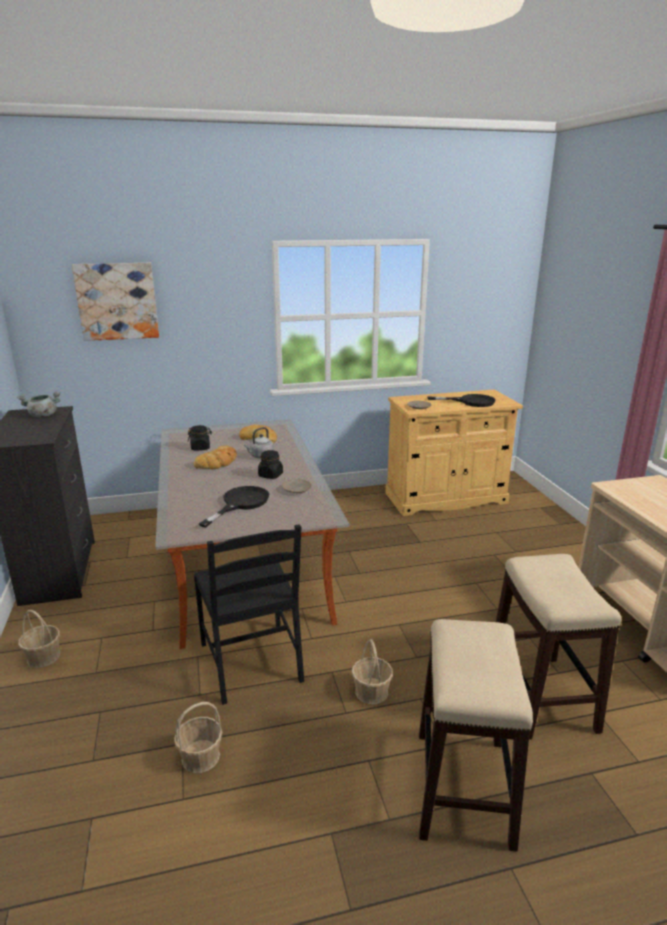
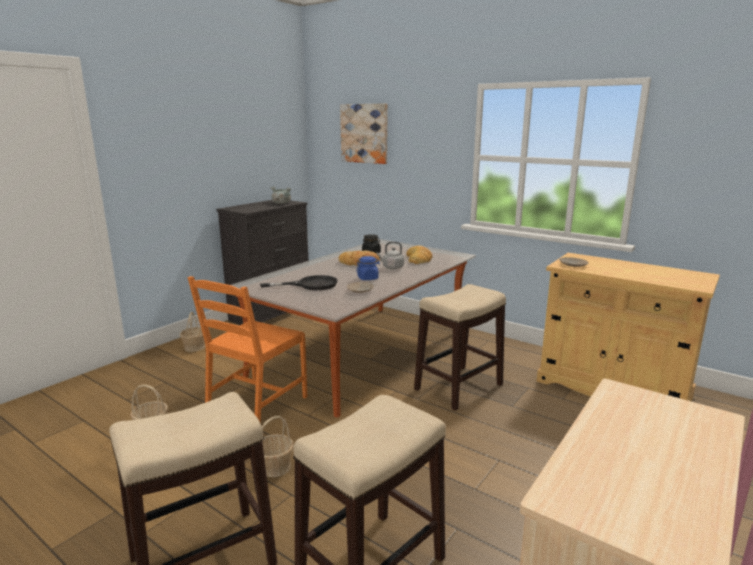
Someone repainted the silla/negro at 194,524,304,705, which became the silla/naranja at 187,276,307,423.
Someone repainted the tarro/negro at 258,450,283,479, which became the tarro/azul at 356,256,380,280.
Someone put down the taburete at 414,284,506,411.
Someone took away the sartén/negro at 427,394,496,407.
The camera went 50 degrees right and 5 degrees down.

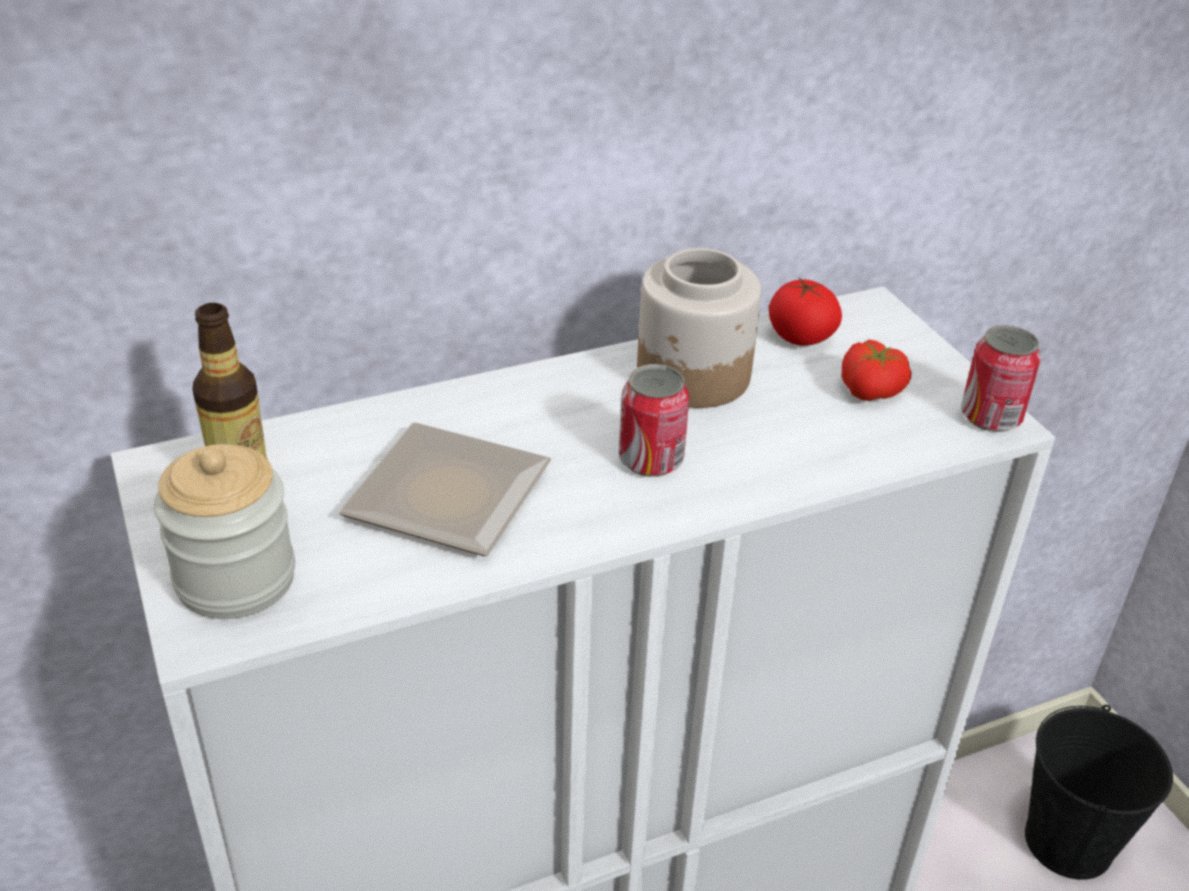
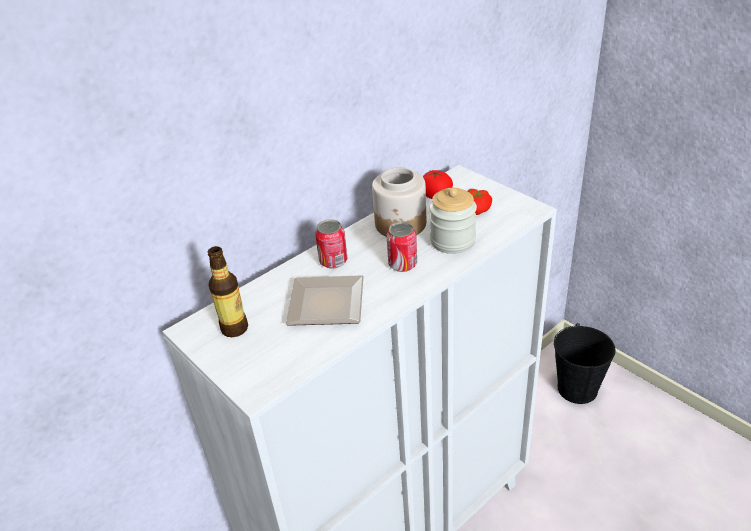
Someone carried the lata from 961,325,1041,432 to 315,219,347,269.
Someone carried the tarro from 154,444,295,619 to 429,188,477,254.
The camera went 15 degrees left and 0 degrees up.

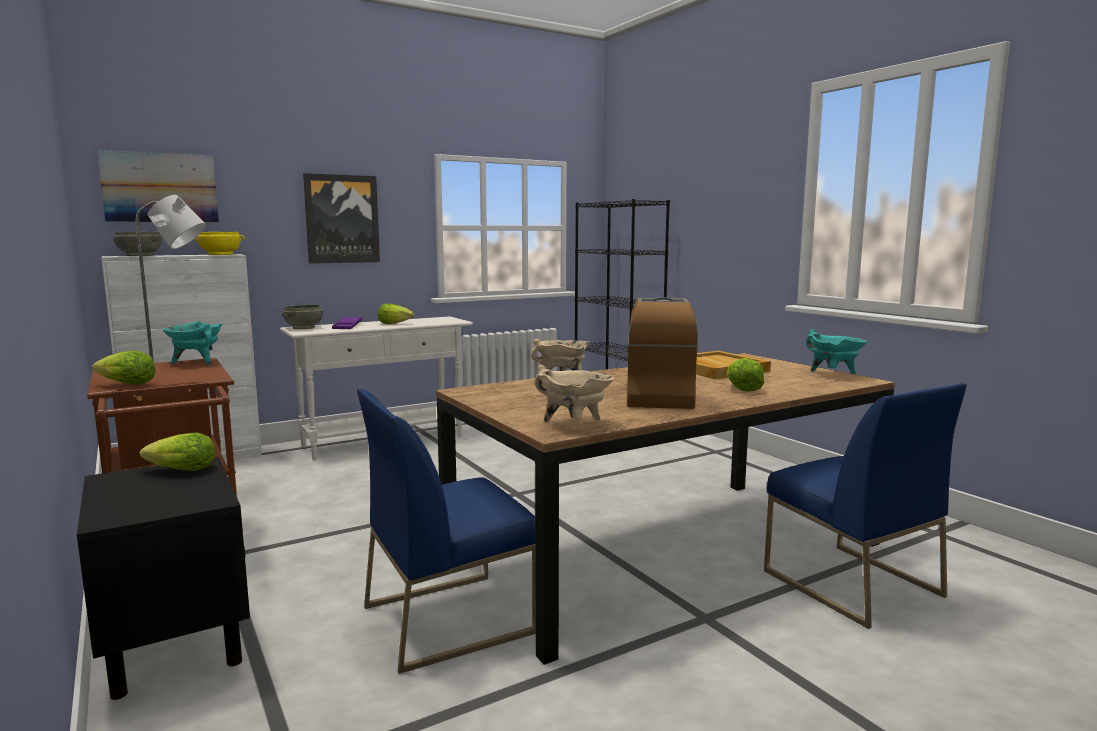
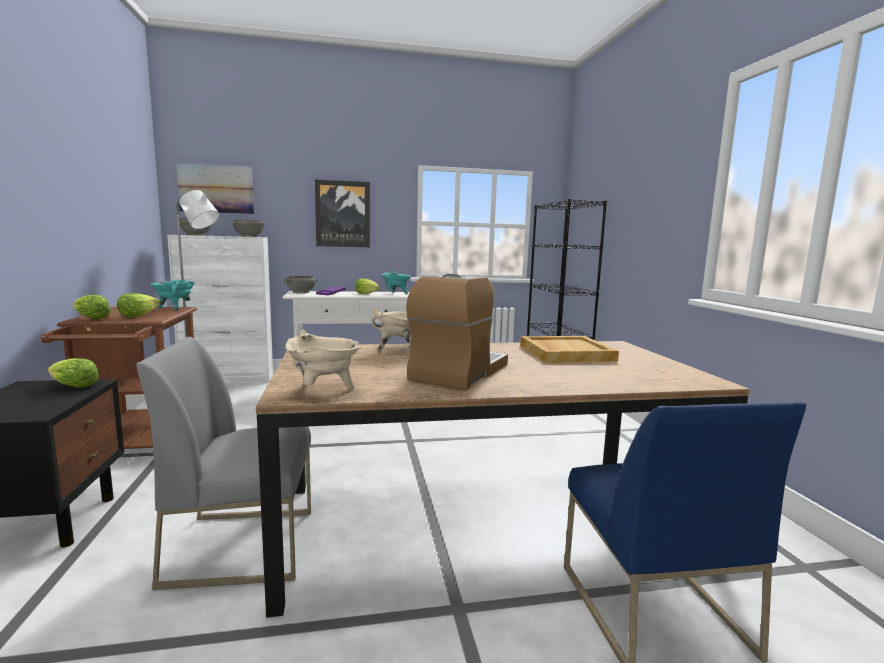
Someone carried the lechuga from 727,358,764,392 to 117,293,160,317.
Someone repainted the silla/azul at 357,389,536,674, which became the silla/gris at 136,337,311,590.
Someone repainted the cuenco/amarillo at 194,232,245,255, which became the cuenco/gris at 233,220,264,237.
Someone carried the olla/turquesa from 806,329,868,374 to 382,271,411,295.
The camera went 20 degrees right and 0 degrees up.

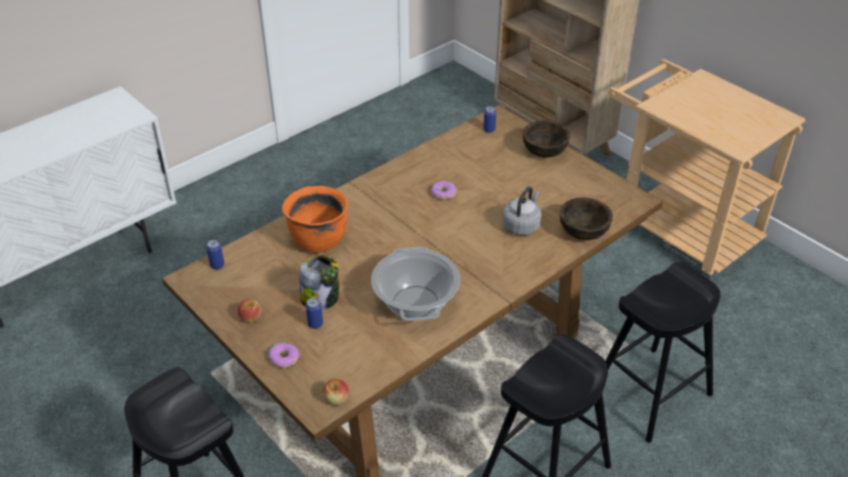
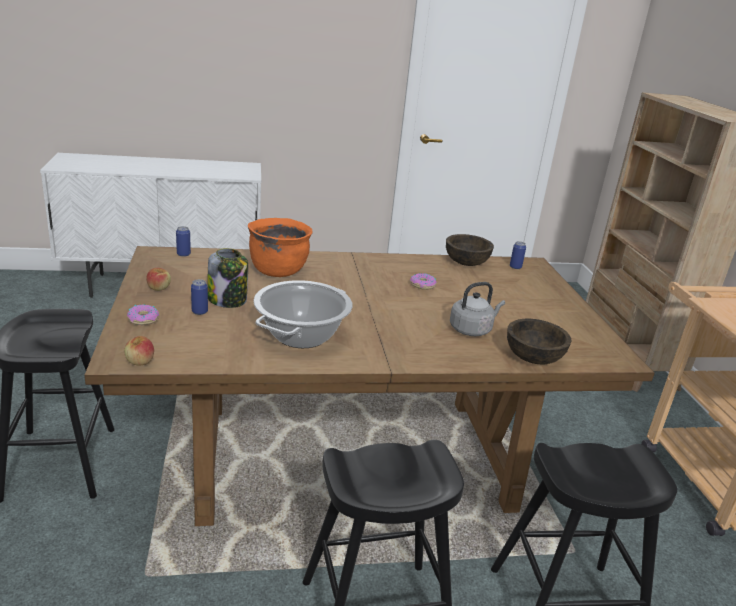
Someone carried the cuenco/marrón from 523,121,570,158 to 446,234,494,266.
The camera went 30 degrees right and 15 degrees down.

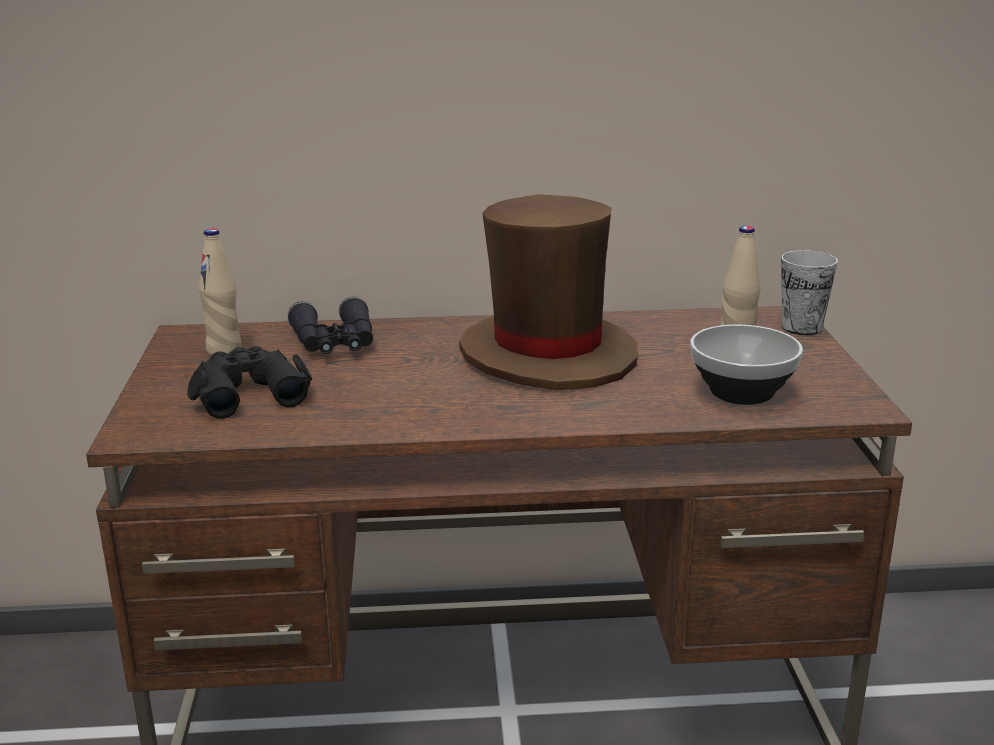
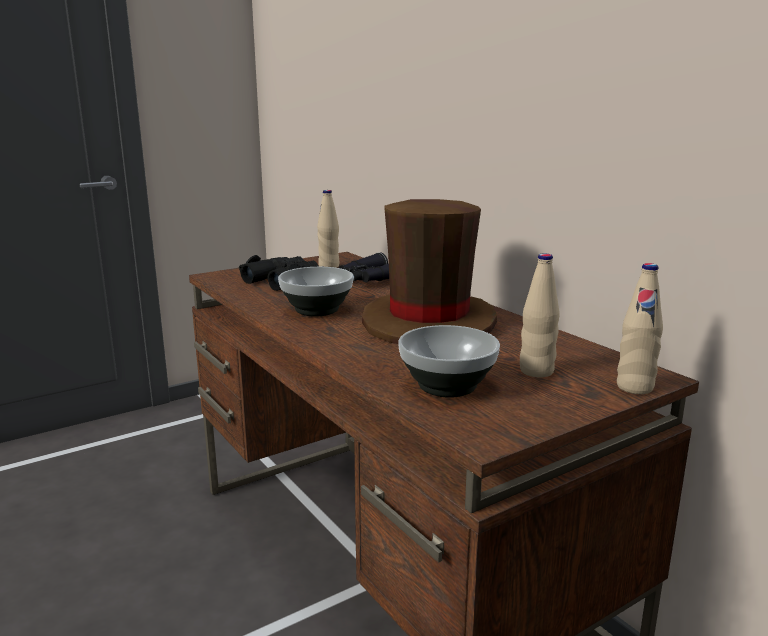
Someone put down the cuenco at 278,267,354,317.
Someone swapped the taza at 781,250,838,335 for the botella/beis at 617,263,663,394.
The camera went 60 degrees right and 5 degrees down.

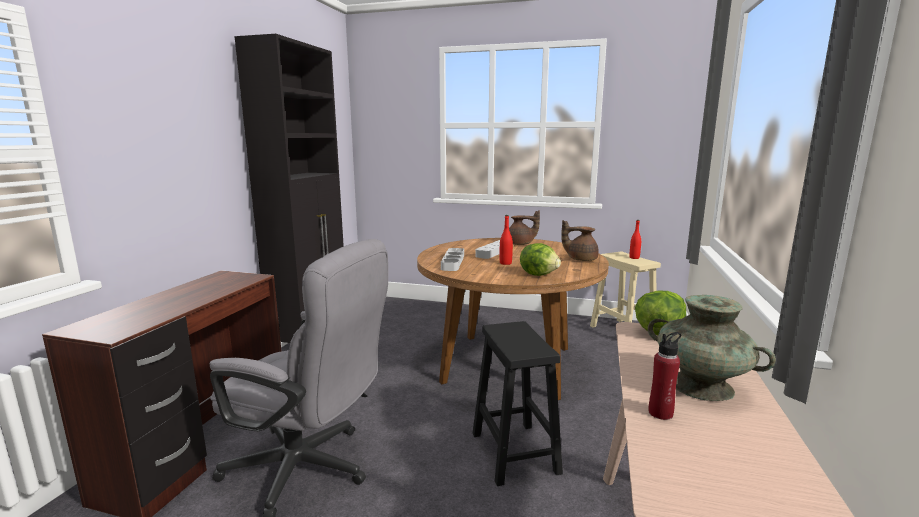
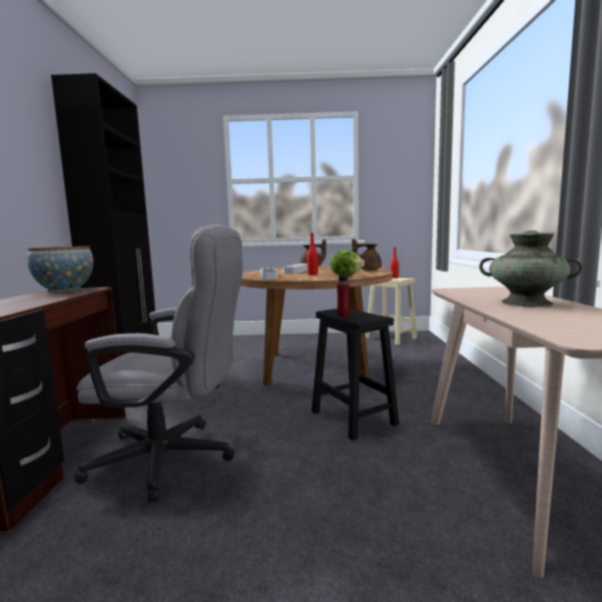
Someone put down the cuenco at 27,246,93,293.
Someone carried the botella/rojo from 649,332,681,420 to 337,270,350,317.
Someone took away the lechuga at 635,290,686,335.
The camera went 15 degrees left and 5 degrees down.

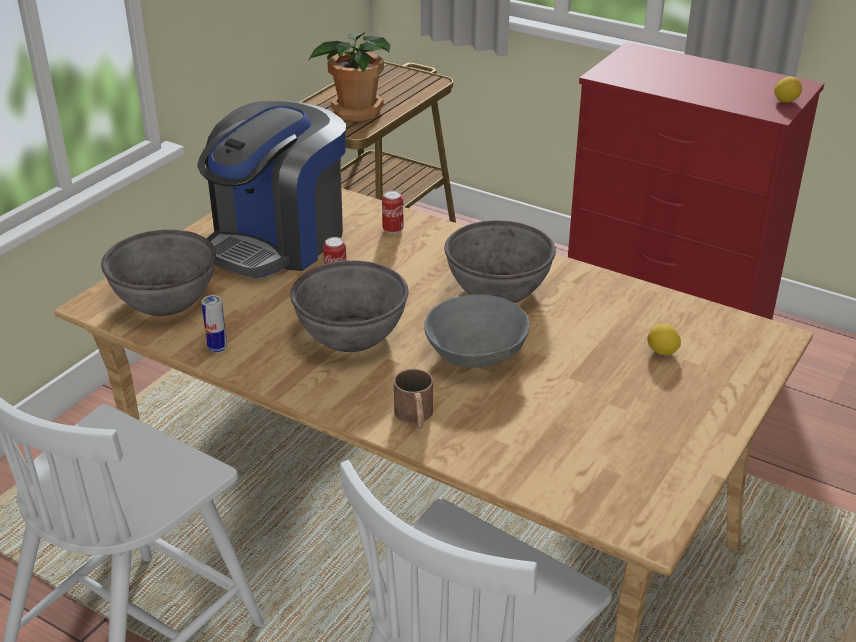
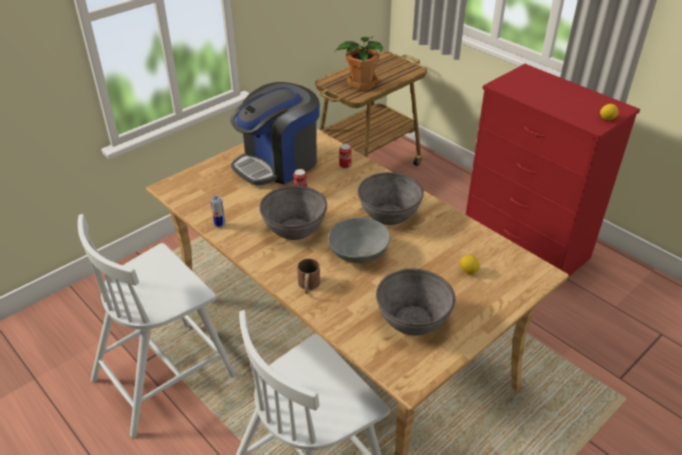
Someone carried the cuenco/gris from 101,229,216,316 to 376,269,455,336.
The camera went 15 degrees right and 5 degrees up.

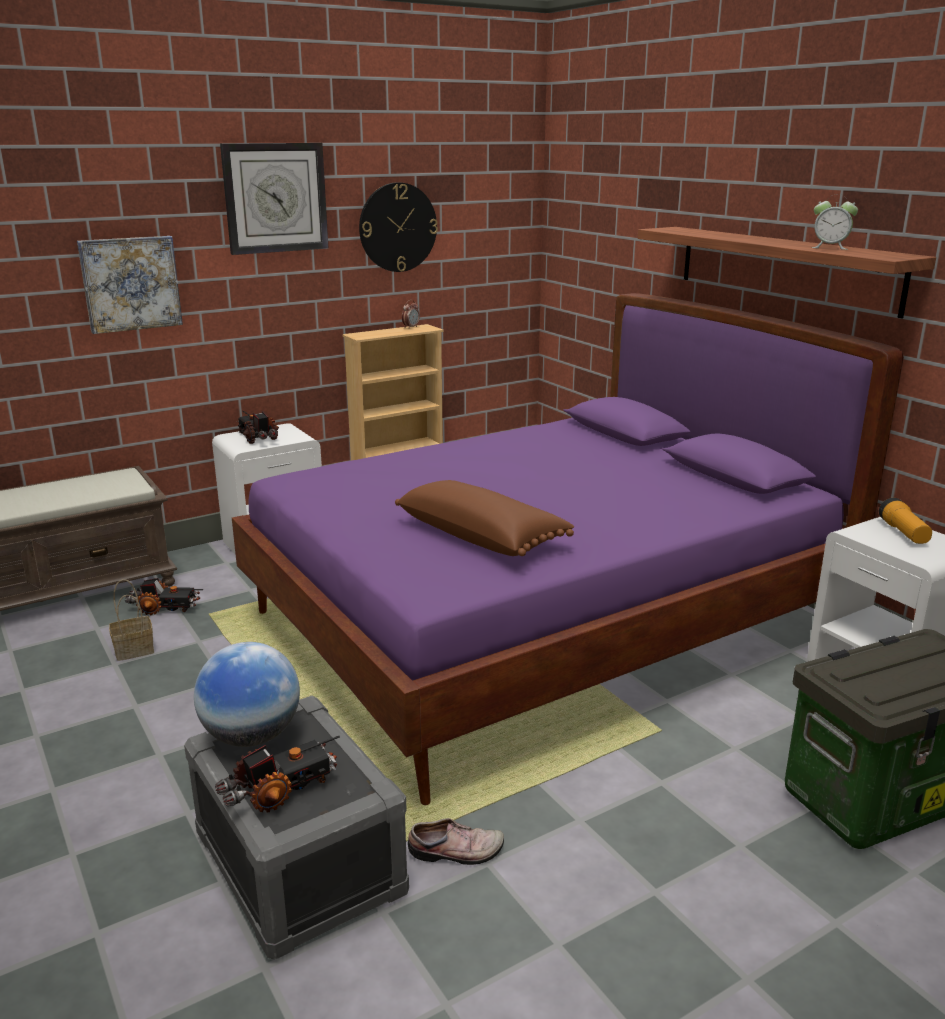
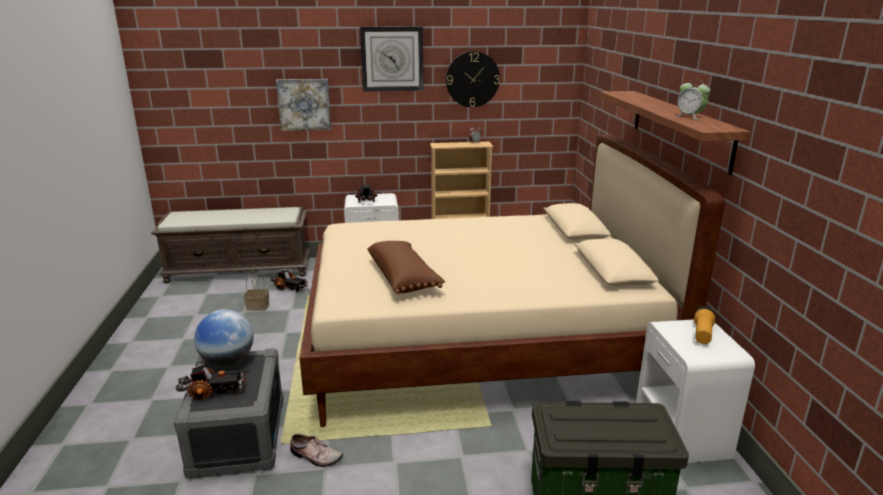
Someone repainted the cama/morado at 232,293,904,805, which became the cama/beis at 299,134,725,427.
The camera went 25 degrees right and 0 degrees up.

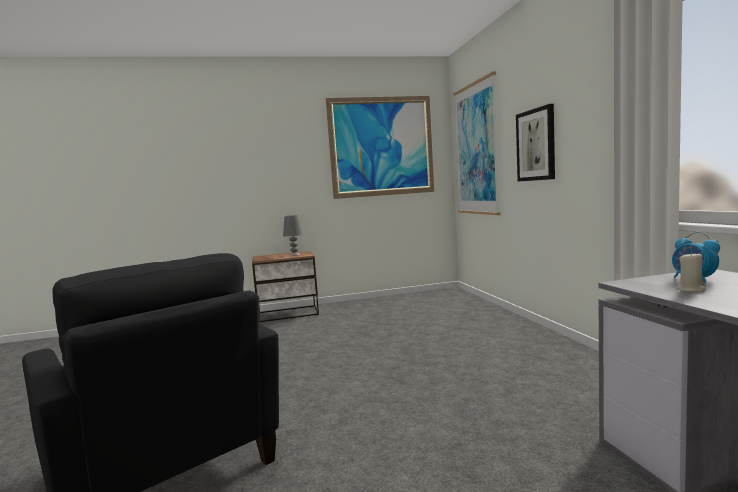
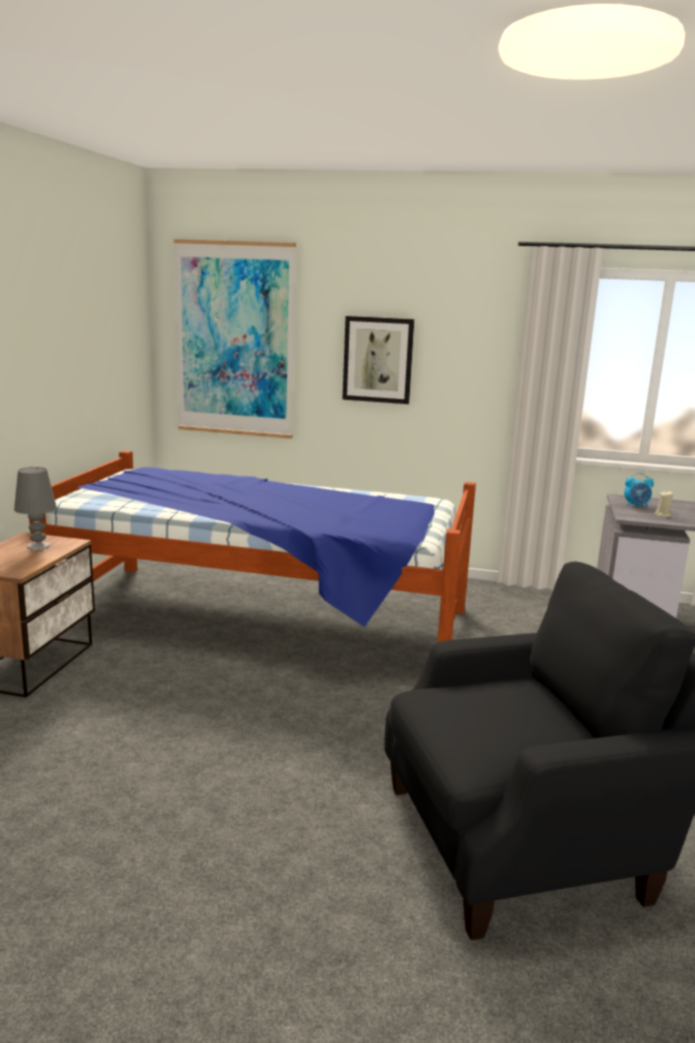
Someone put down the cama at 29,451,476,642.
Someone took away the cuadro at 326,96,434,199.
The camera went 65 degrees left and 10 degrees up.

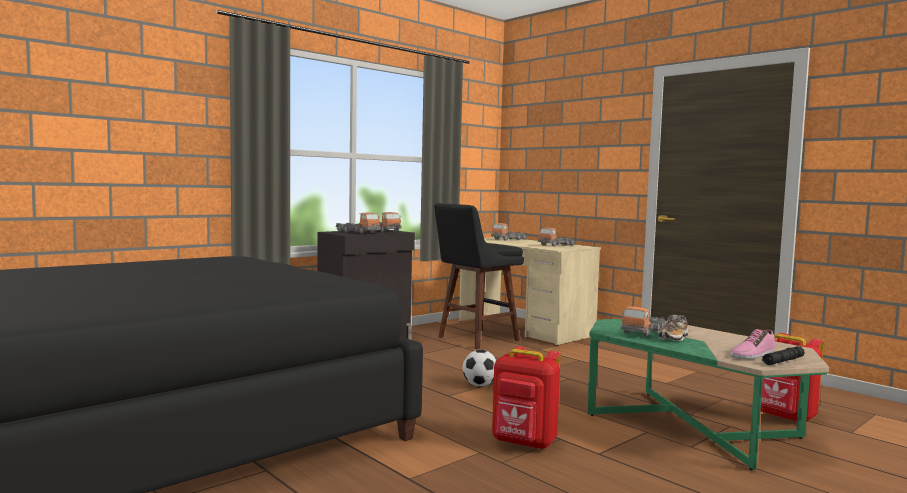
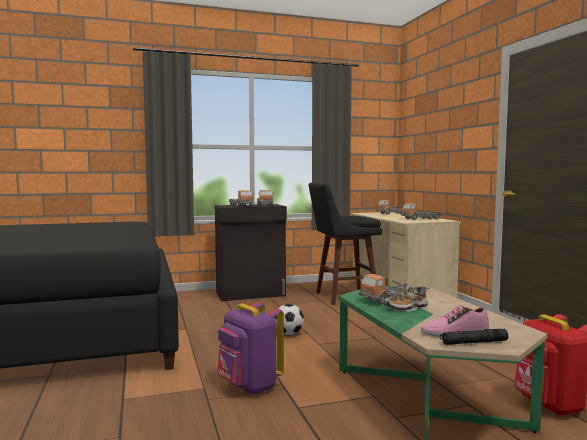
Someone repainted the mochila/rojo at 492,346,561,450, which became the mochila/morado at 217,302,284,395.
The camera went 25 degrees right and 0 degrees up.

